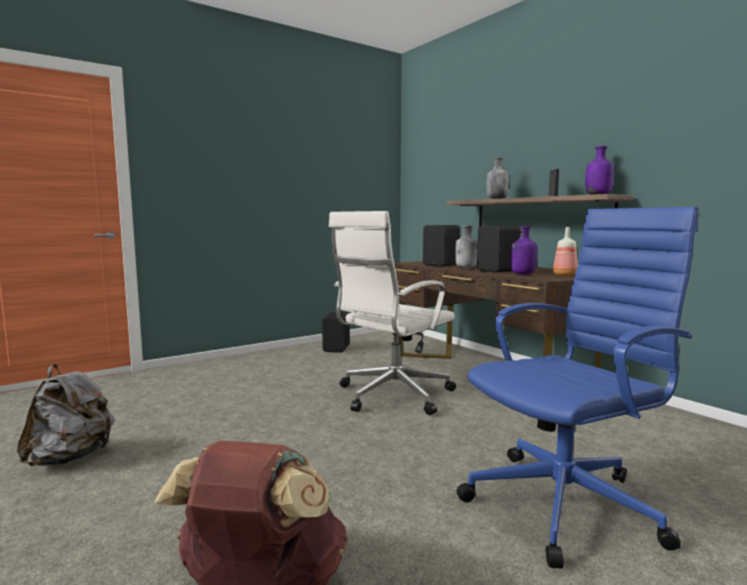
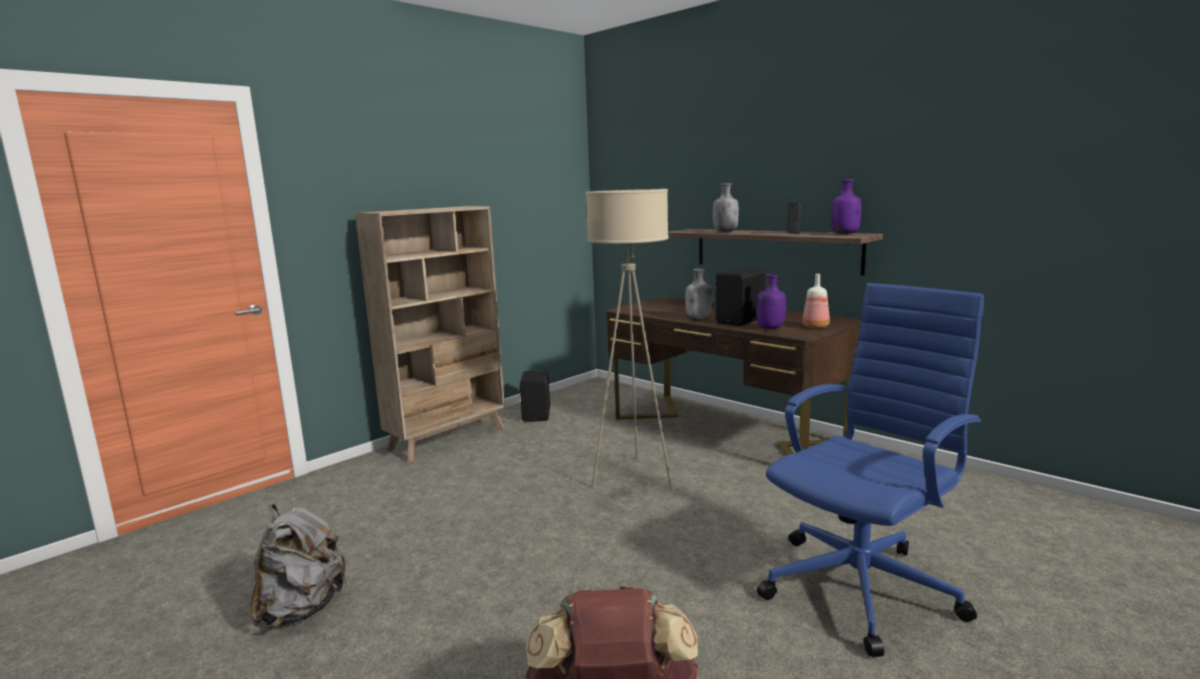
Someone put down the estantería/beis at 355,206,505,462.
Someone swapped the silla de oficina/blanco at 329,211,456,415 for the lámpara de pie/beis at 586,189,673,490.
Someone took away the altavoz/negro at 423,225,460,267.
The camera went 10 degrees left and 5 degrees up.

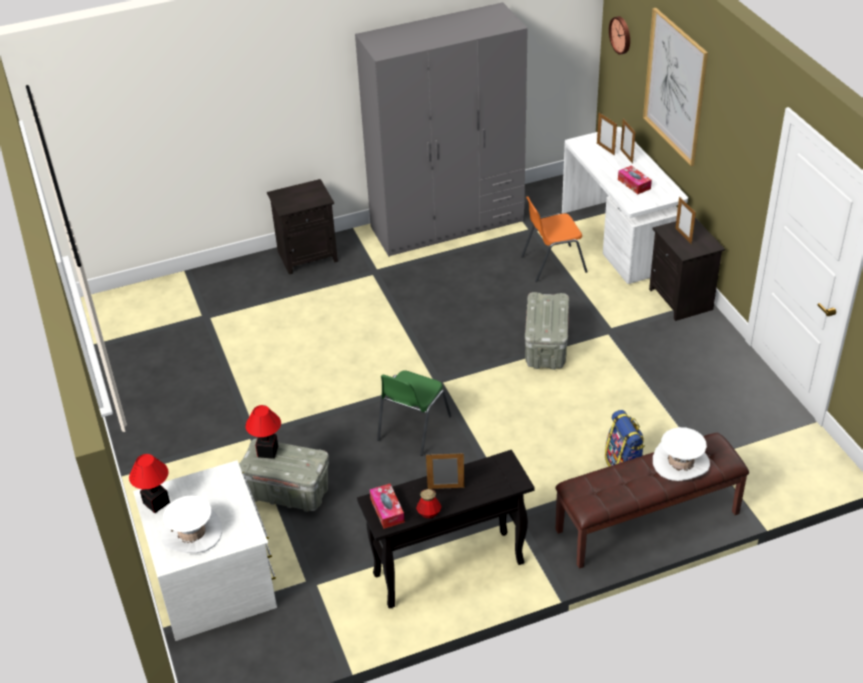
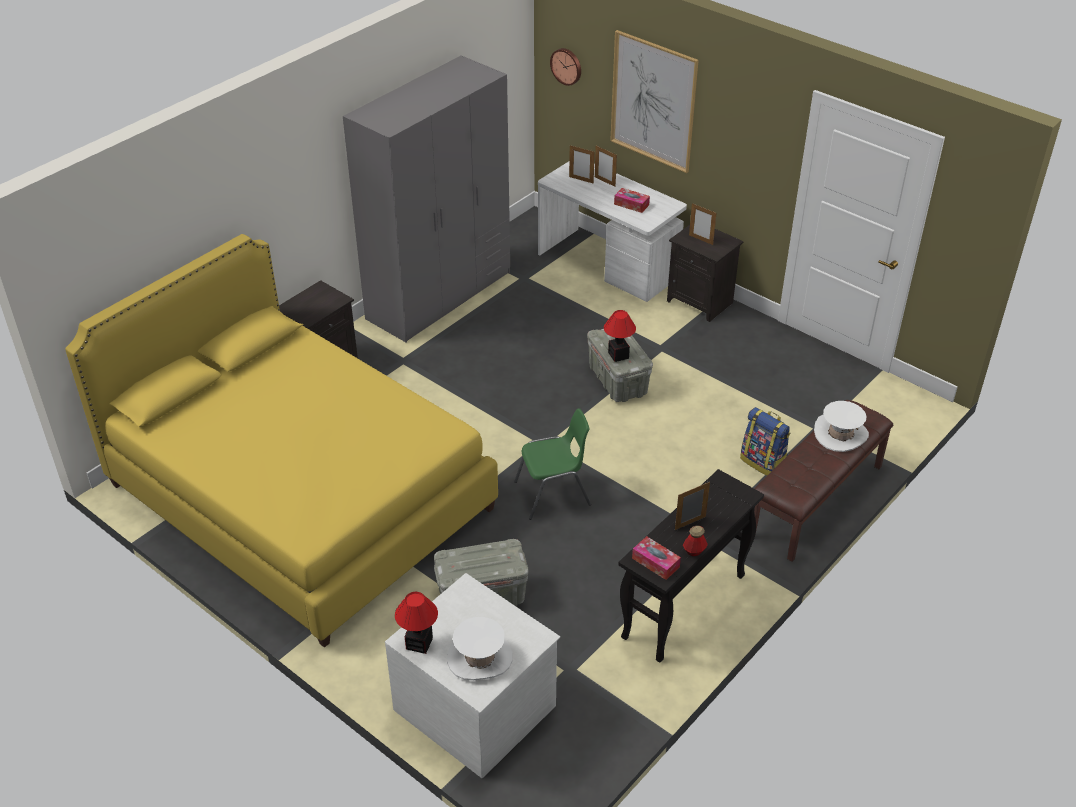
Someone put down the cama/amarillo at 65,234,498,648.
Someone rotated the silla/verde at 377,370,452,456 by 105 degrees counterclockwise.
Someone carried the lámpara de mesa from 245,405,281,459 to 604,310,636,362.
Someone took away the silla/naranja at 521,196,588,282.
The camera went 30 degrees left and 0 degrees up.

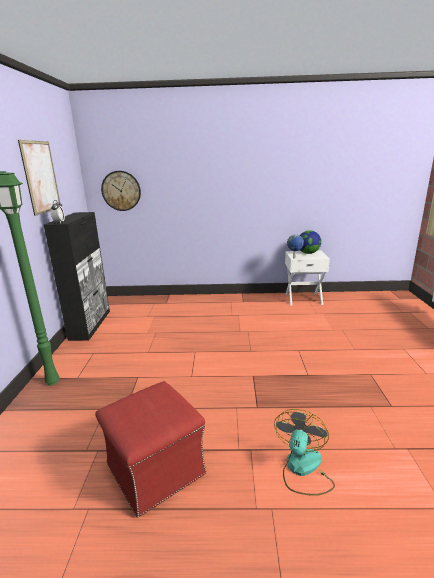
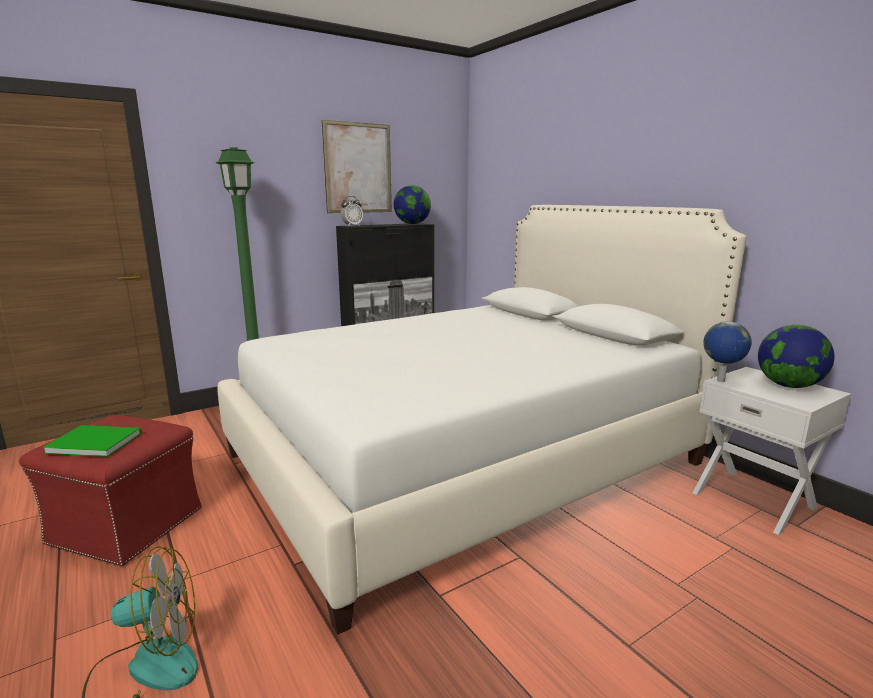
Someone put down the libro/verde at 43,425,142,457.
Someone put down the cama/blanco at 218,205,747,635.
Someone put down the globo terráqueo at 394,185,431,224.
Someone took away the reloj de pared at 101,171,141,211.
The camera went 55 degrees right and 5 degrees down.

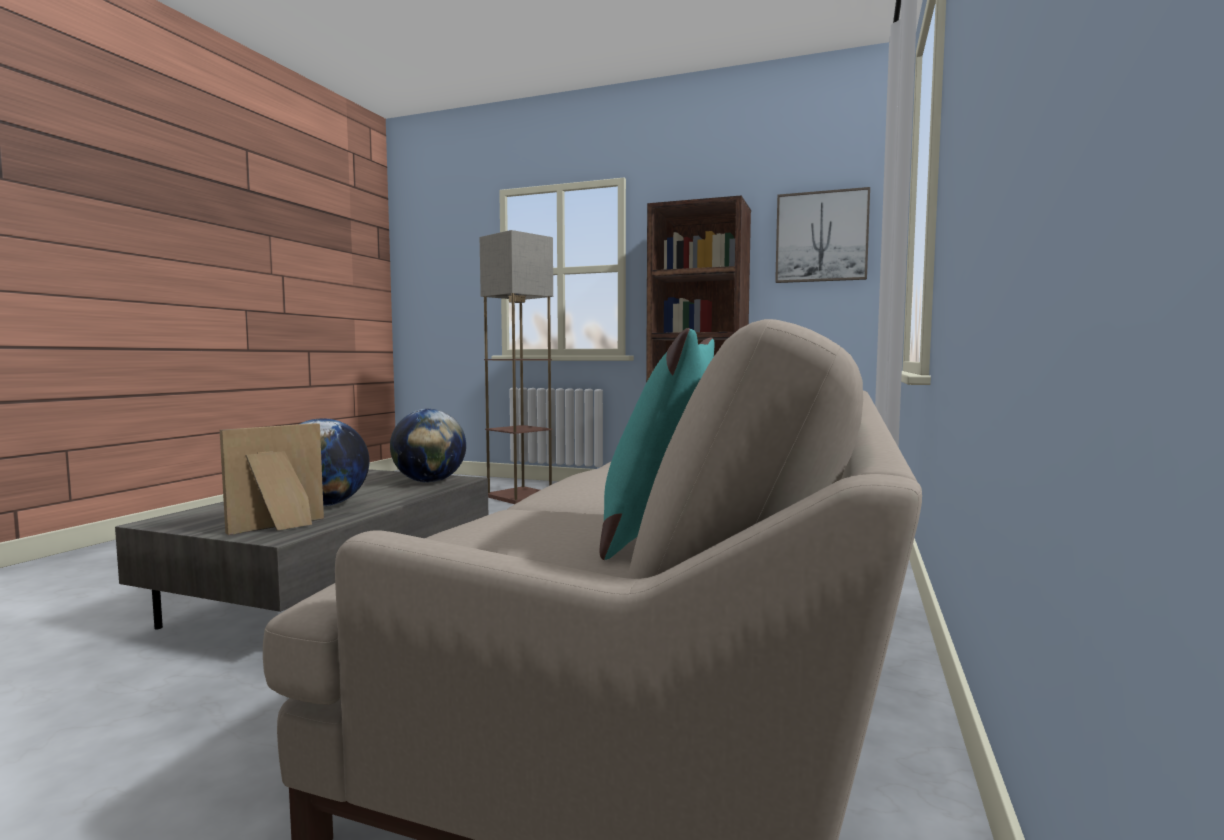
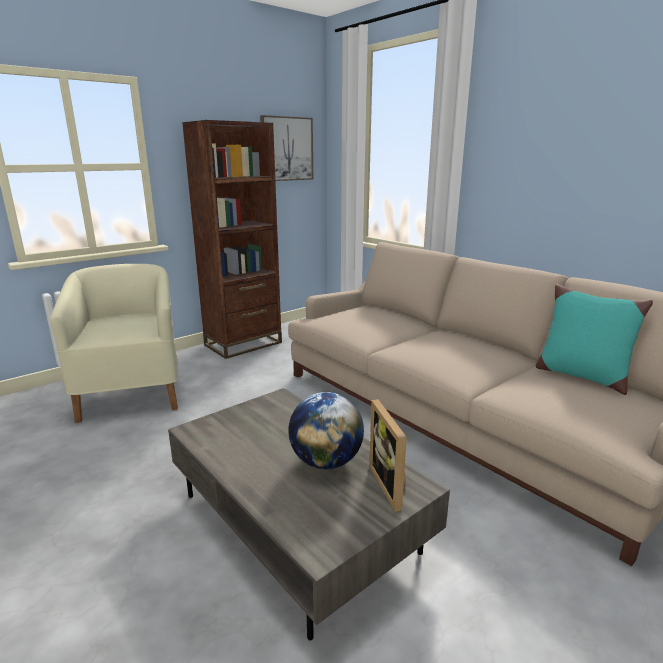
Someone swapped the lámpara de pie at 480,230,553,504 for the sillón/beis at 50,264,178,423.
Someone took away the globo terráqueo at 390,409,466,483.
The camera went 60 degrees left and 15 degrees up.

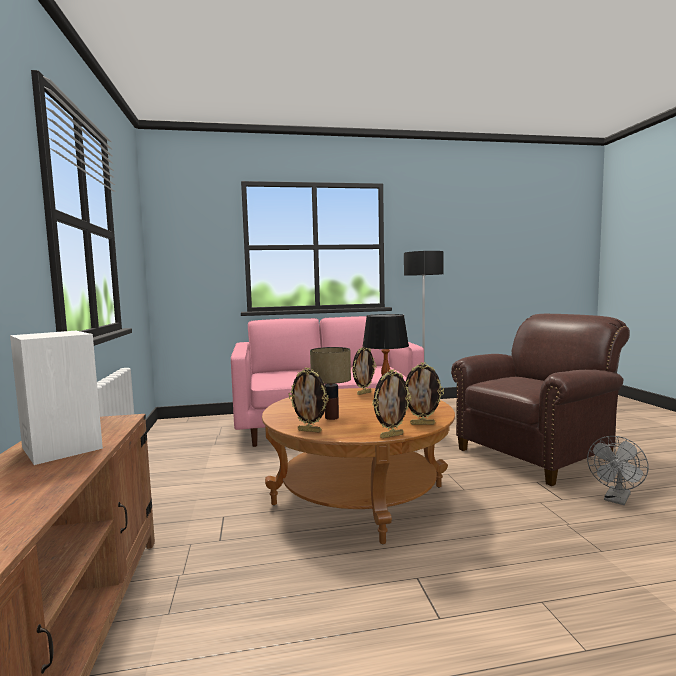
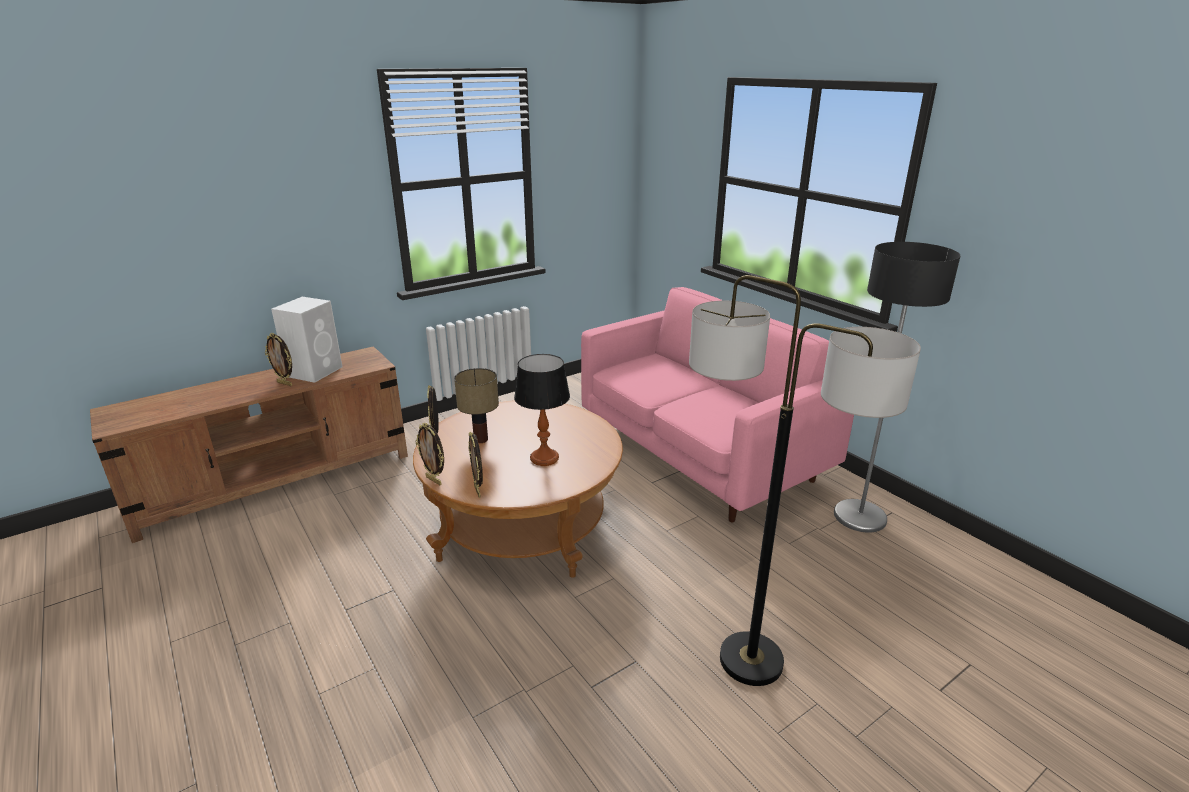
Someone carried the portarretratos from 352,347,376,395 to 265,333,292,386.
Someone swapped the sillón/marrón at 451,314,630,486 for the lámpara de pie at 689,275,921,686.
Someone took away the ventilador/gris at 587,436,649,505.
The camera went 65 degrees right and 20 degrees up.

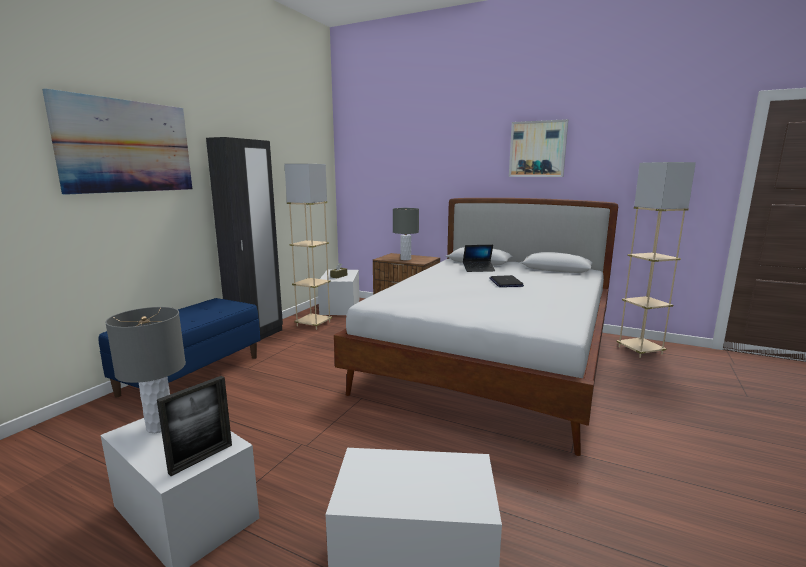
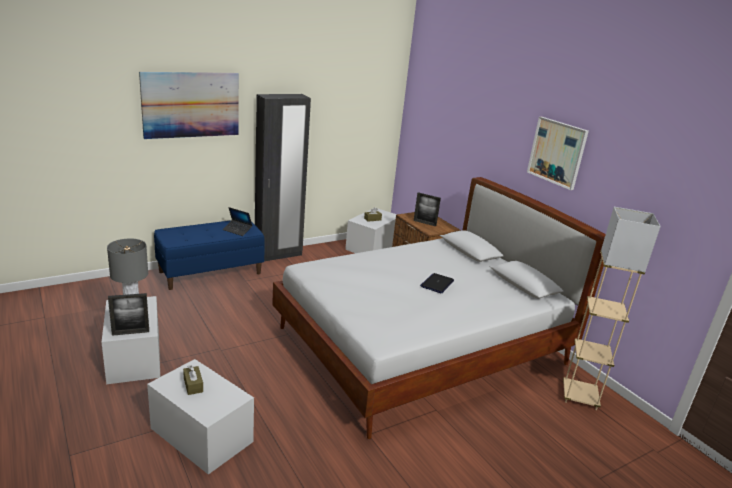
Someone put down the caja de pañuelos/marrón at 183,365,203,395.
Someone carried the portátil from 463,245,495,272 to 223,207,252,236.
Someone swapped the lámpara de mesa/gris at 393,208,419,260 for the portarretratos at 414,192,441,227.
Someone took away the lámpara de pie/beis at 285,164,332,330.
The camera went 30 degrees right and 10 degrees up.

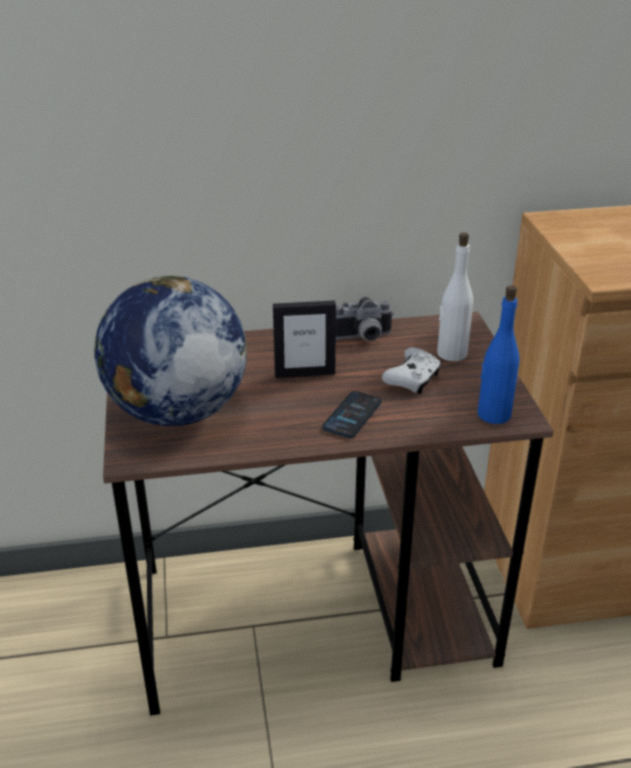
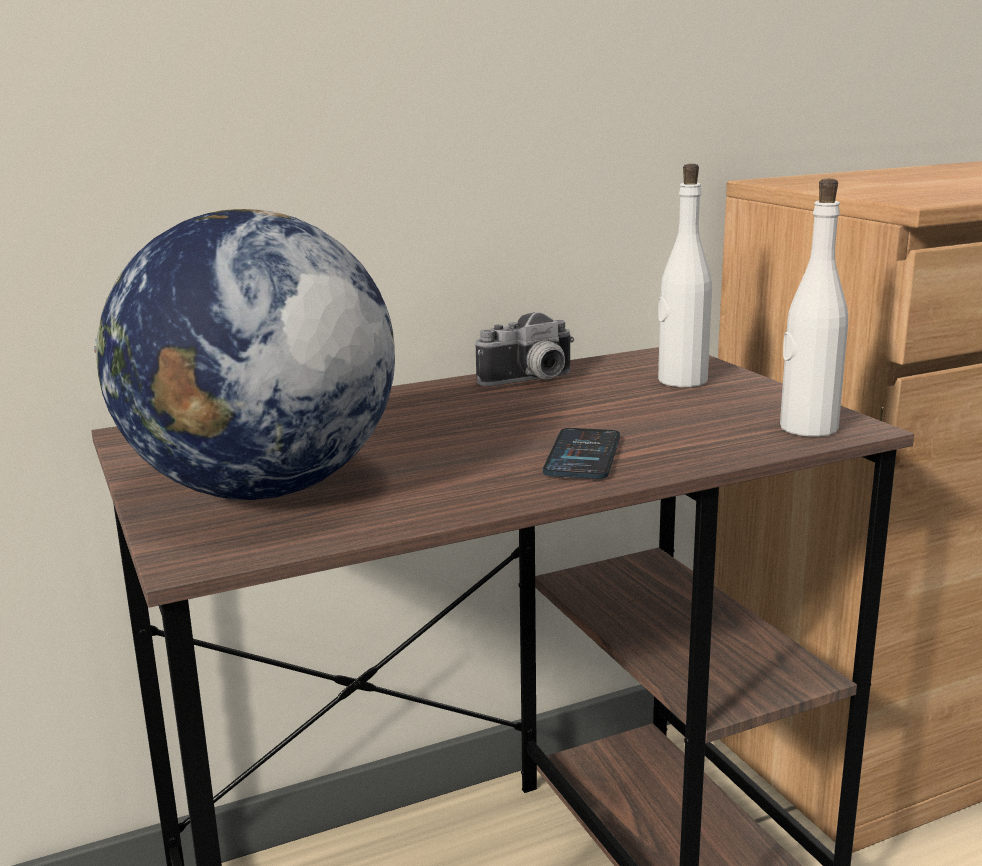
Someone repainted the botella/azul at 478,285,520,424, which became the botella/blanco at 780,179,848,437.
Someone took away the portarretratos at 273,300,336,378.
Someone took away the mando de consola/blanco at 382,347,441,394.
The camera went 15 degrees left and 15 degrees down.

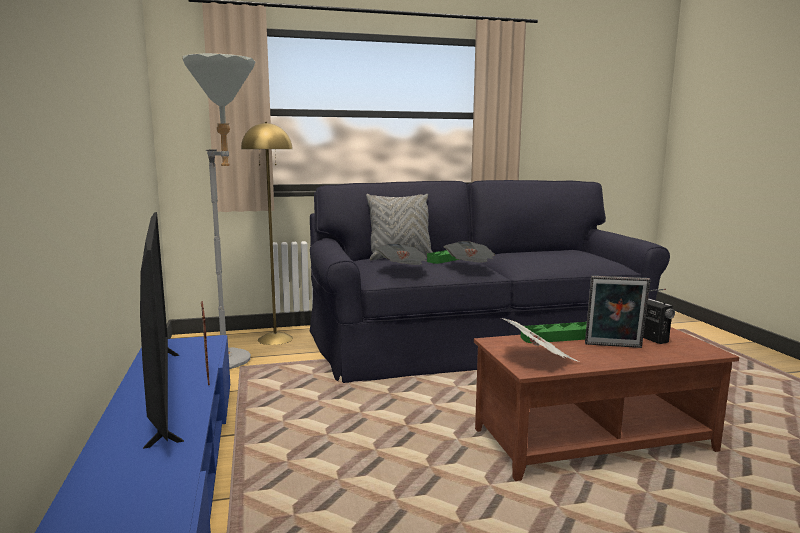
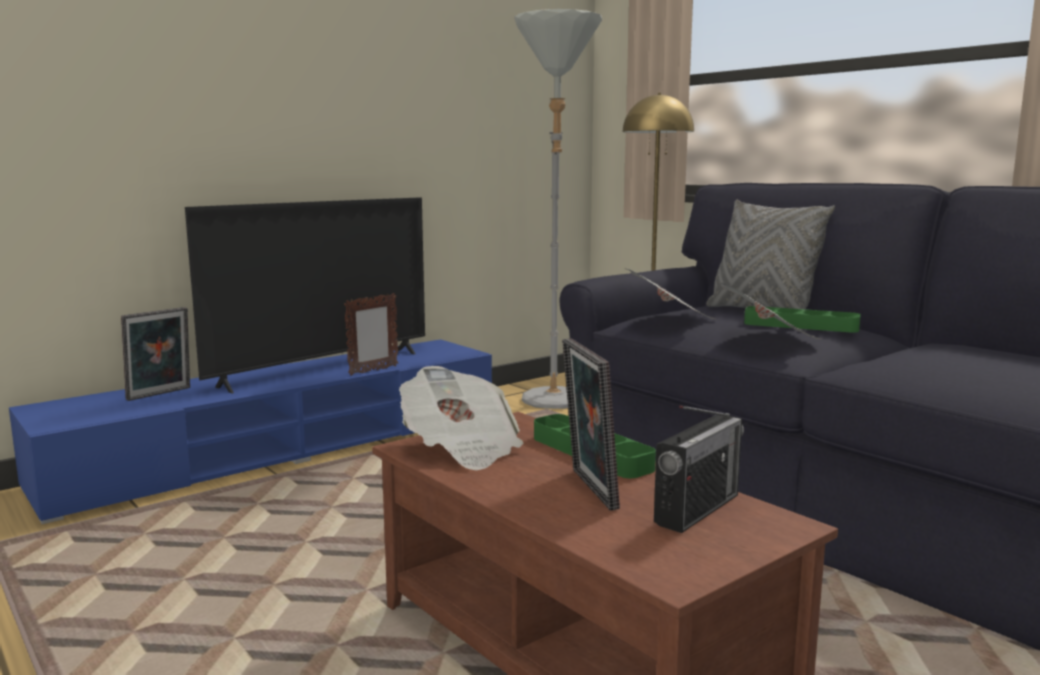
Someone put down the portarretratos at 121,307,190,401.
The camera went 65 degrees right and 0 degrees up.

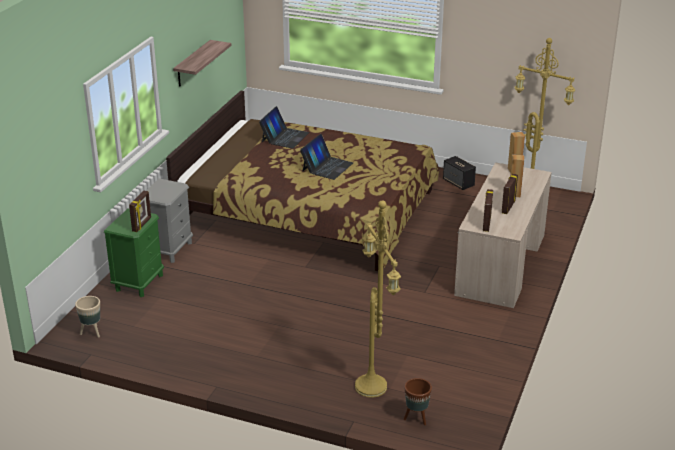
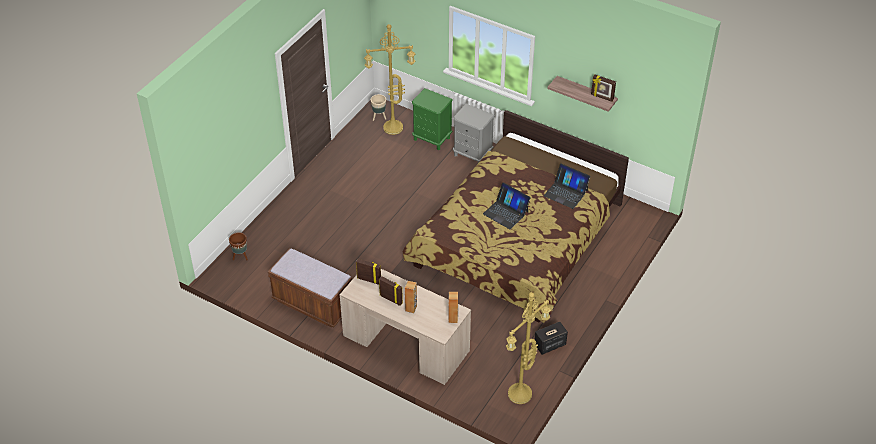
Someone put down the banco/marrón at 268,249,352,327.
Someone carried the lámpara de pie/amarillo from 355,200,401,398 to 364,24,416,135.
Someone carried the portarretratos from 129,191,151,232 to 591,75,616,102.
The camera went 100 degrees right and 15 degrees up.

